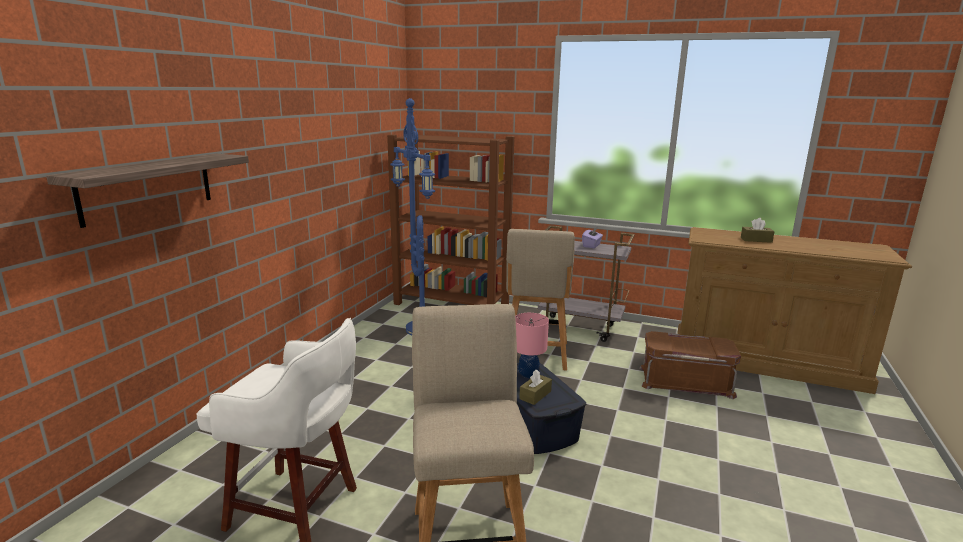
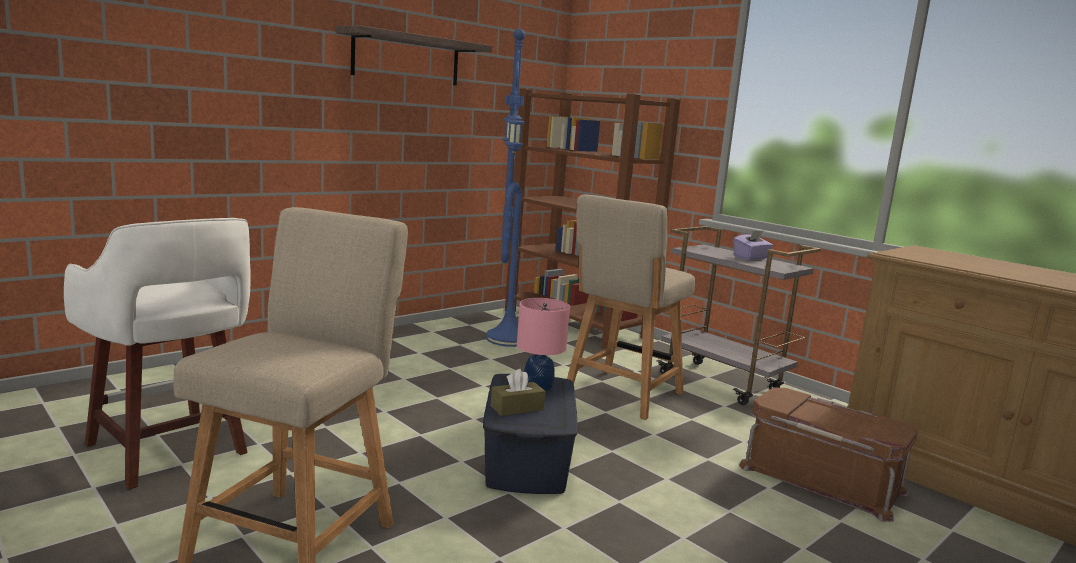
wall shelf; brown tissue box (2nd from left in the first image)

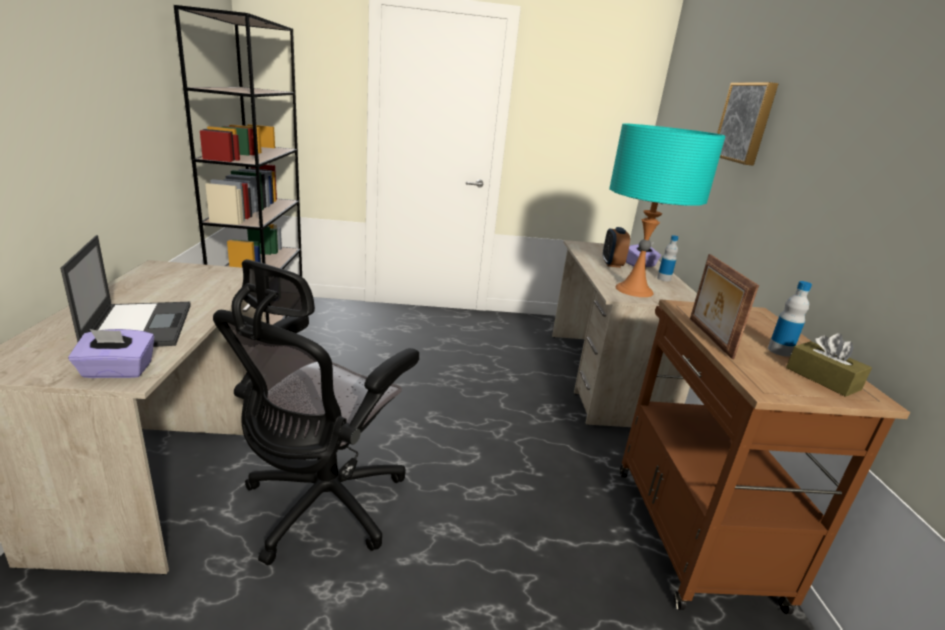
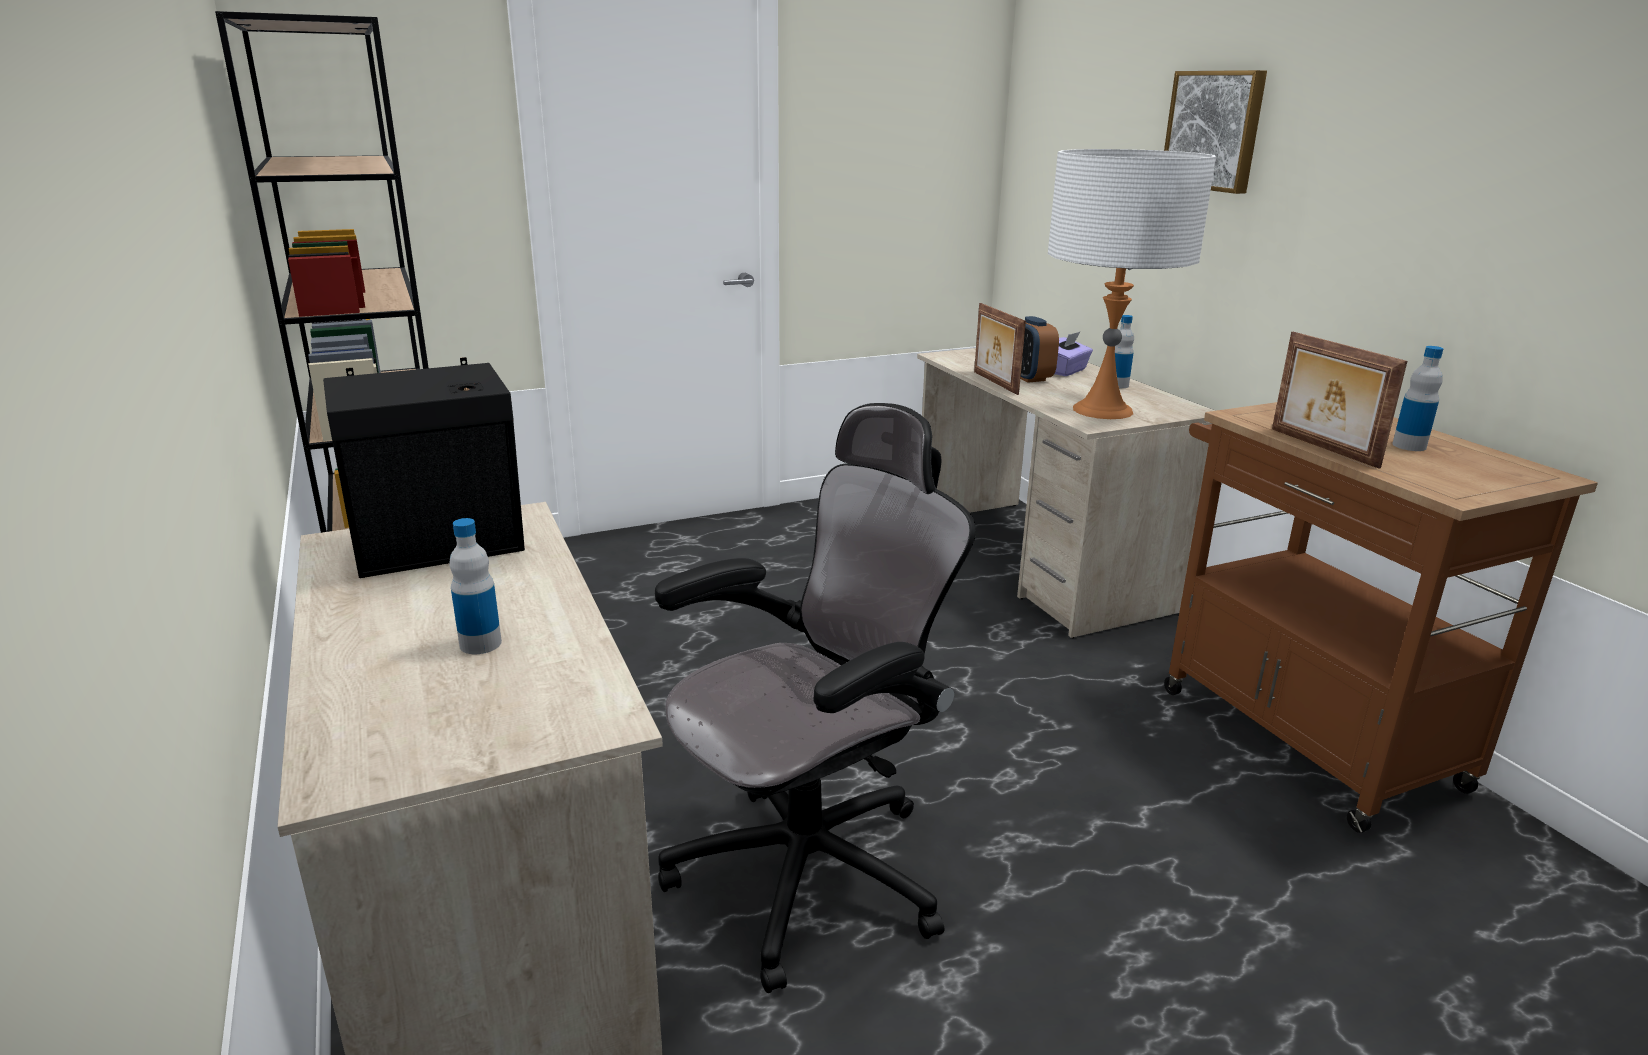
black-coloured audio speaker; bottle (1st from left); computer chair; standing frame (1st from left); white-coloured table lamp; purple-coloured tissue box (1st from left in the first image); brown tissue box

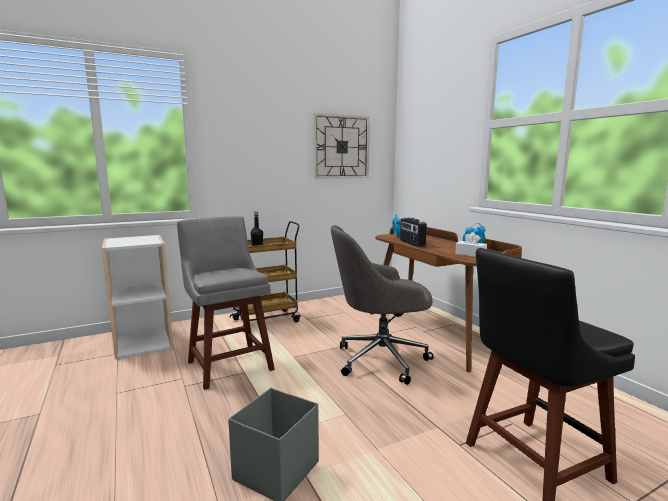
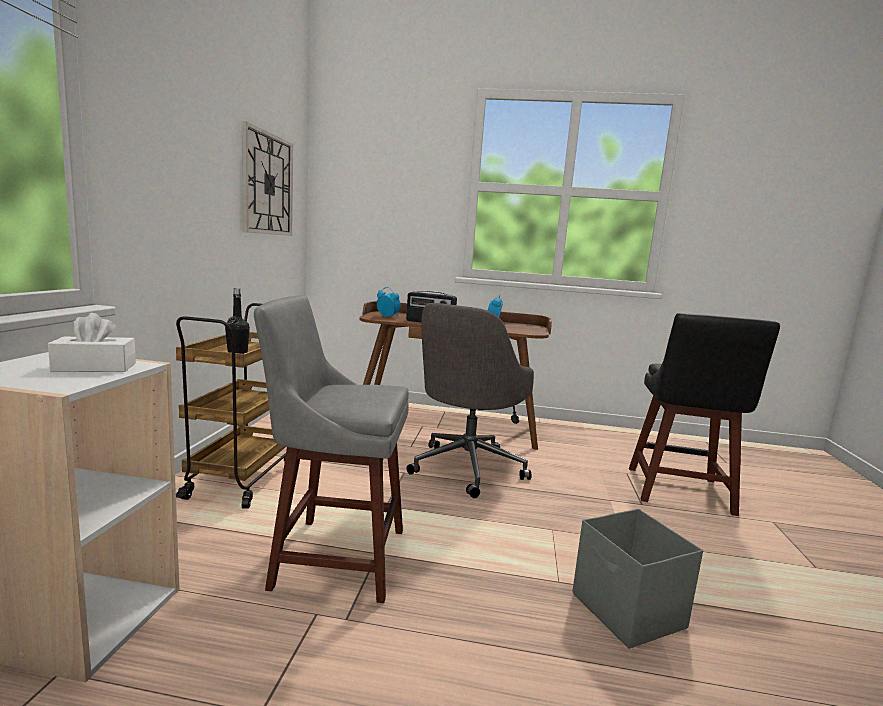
white-coloured tissue box

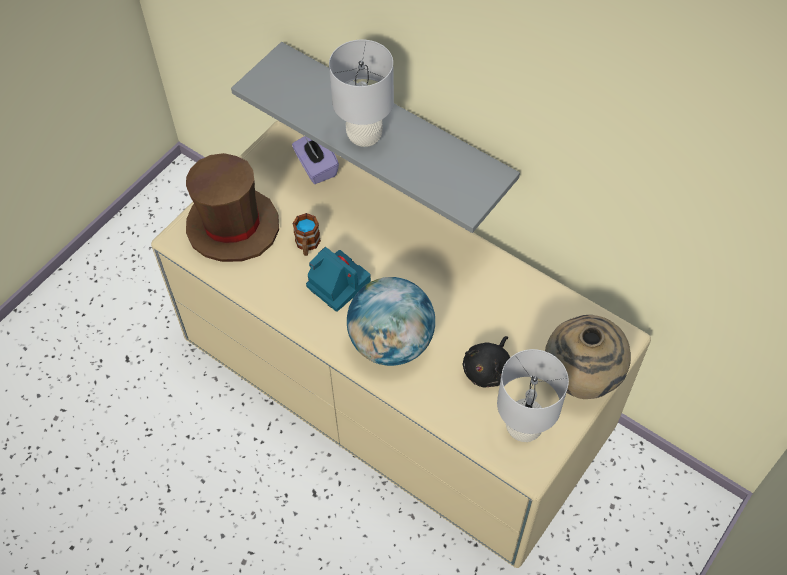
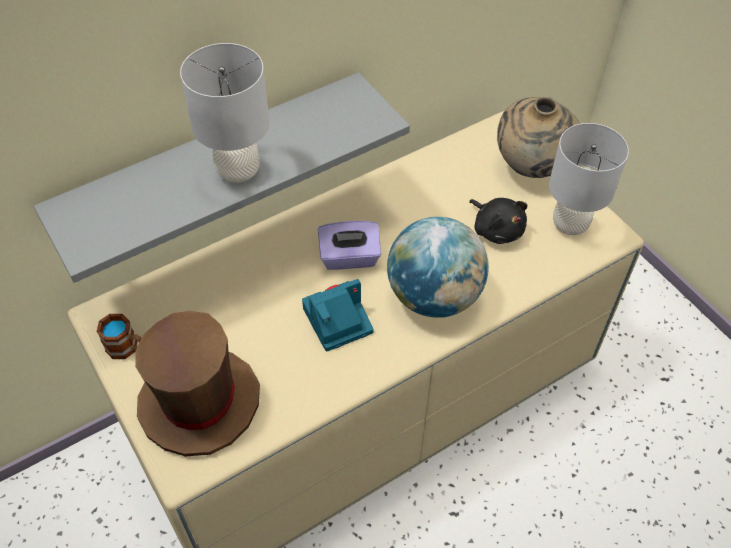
mug; purple-coloured tissue box

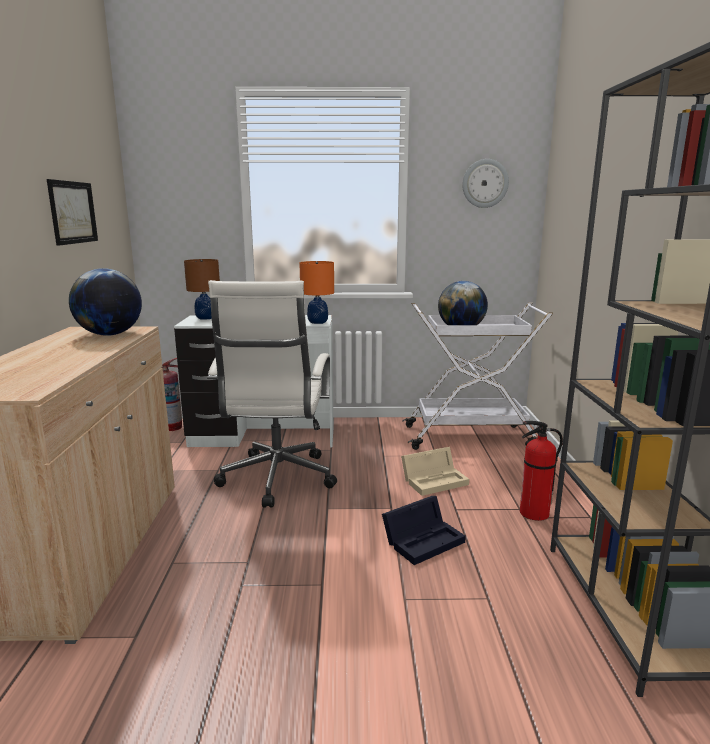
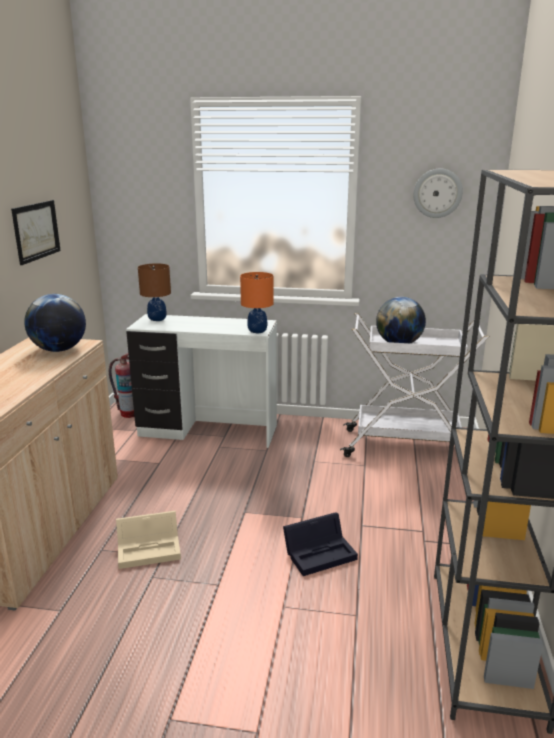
sand-coloured storage box; white-coloured computer chair; extinguisher (2nd from left in the first image)

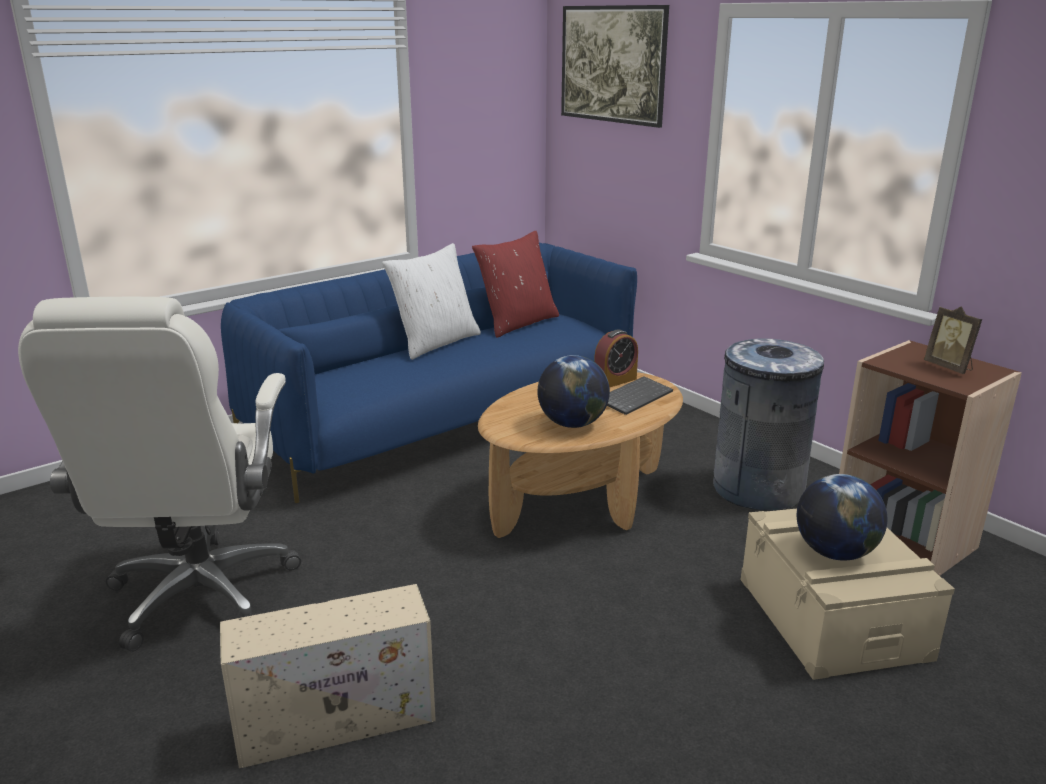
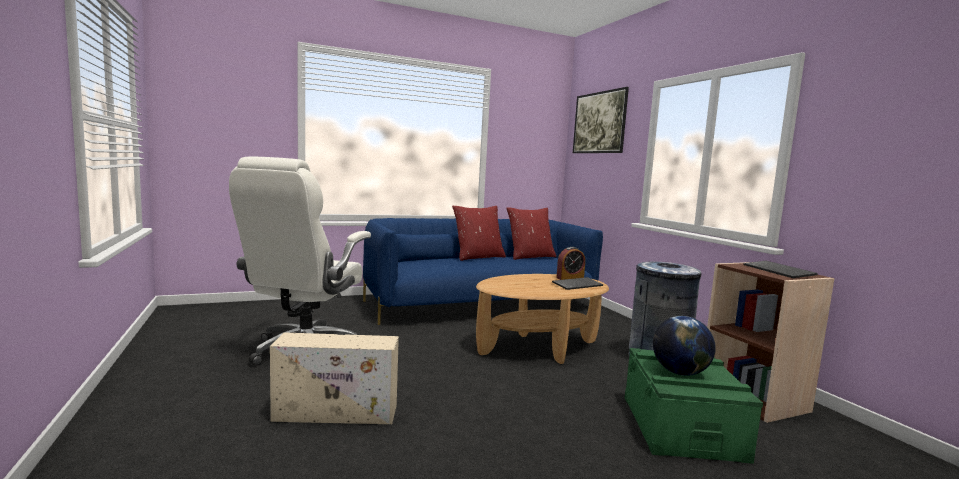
red throw pillow (1st from left); green-coloured storage box; keyboard (2nd from left); globe (1st from left in the first image)

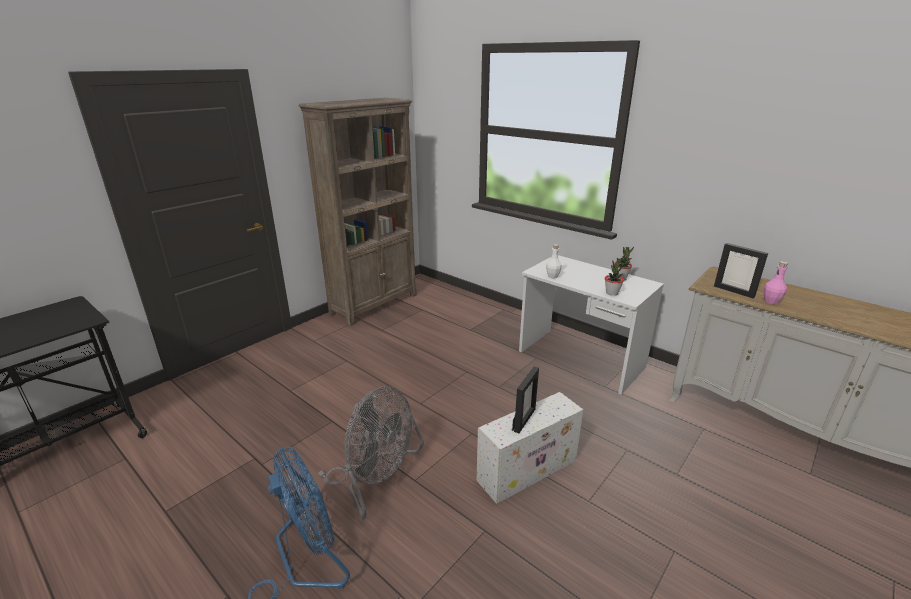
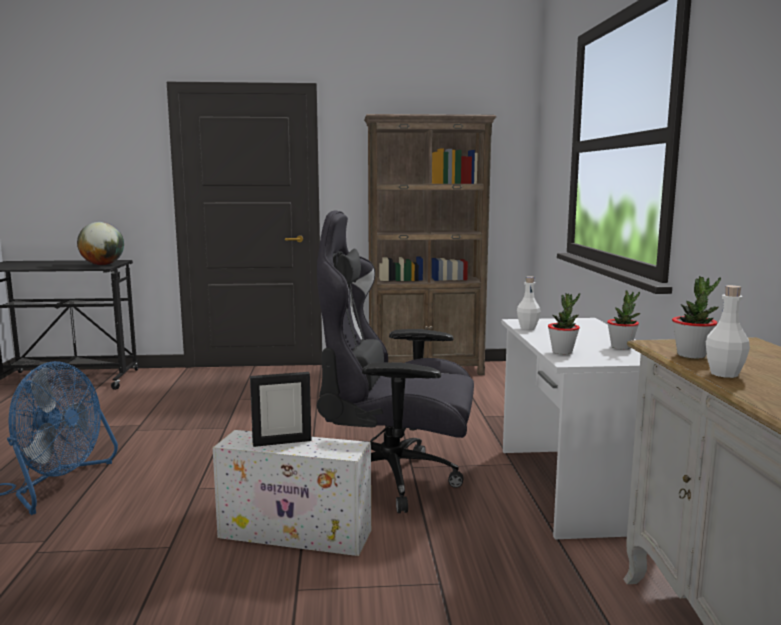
globe; black-coloured computer chair; potted plant (3rd from left); white-coloured bottle (2nd from left); grey electric fan

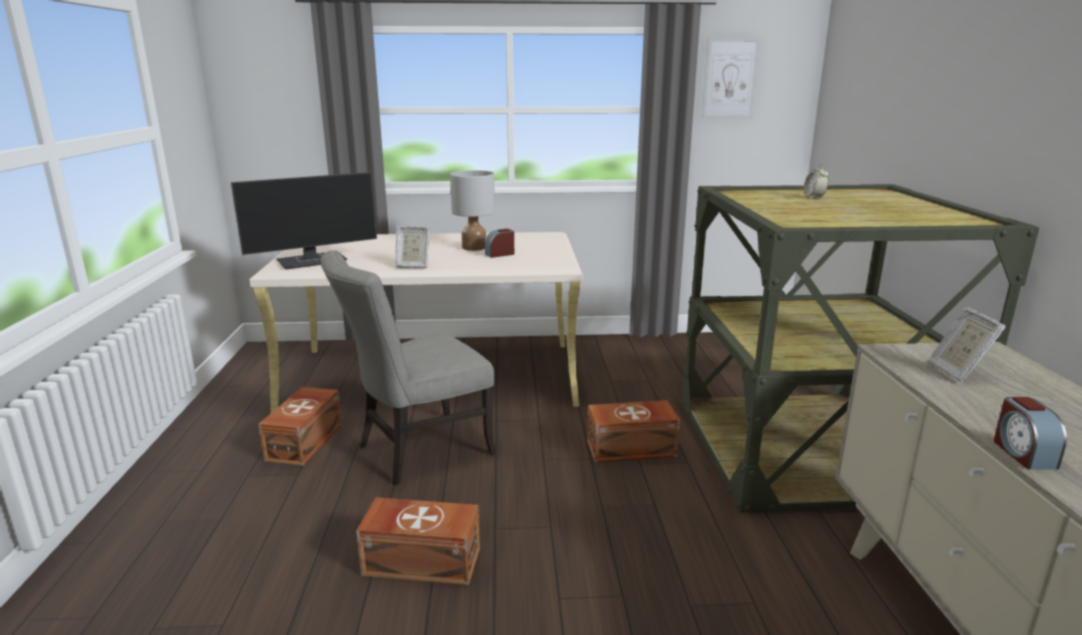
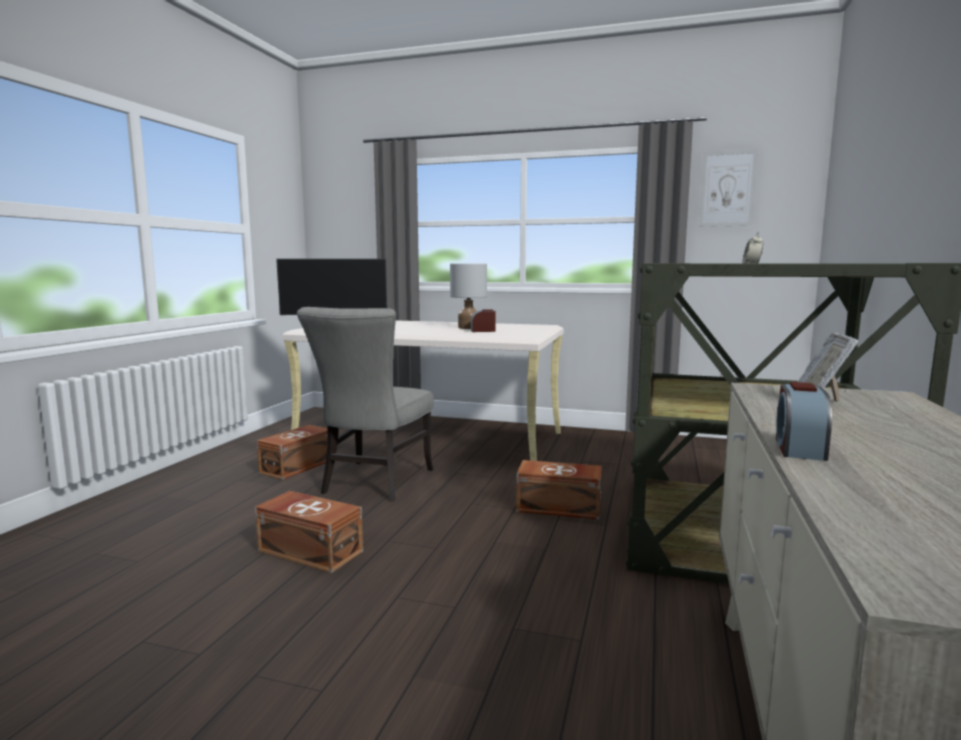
grey upright chair; standing frame (1st from left in the first image)

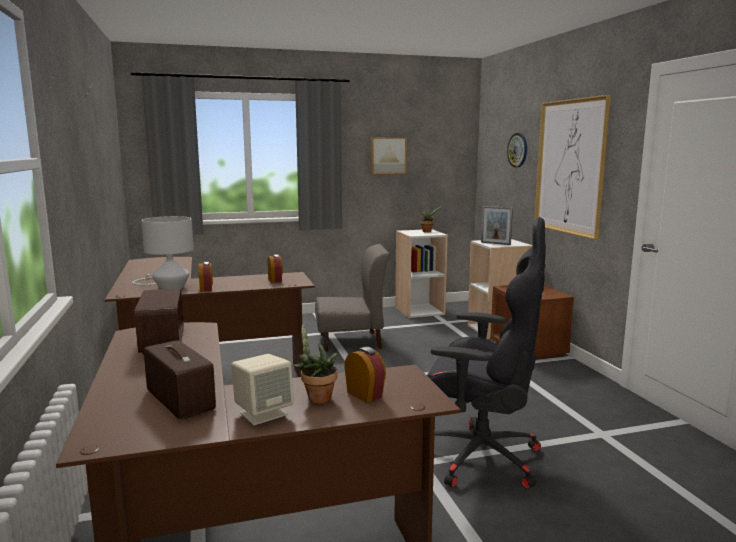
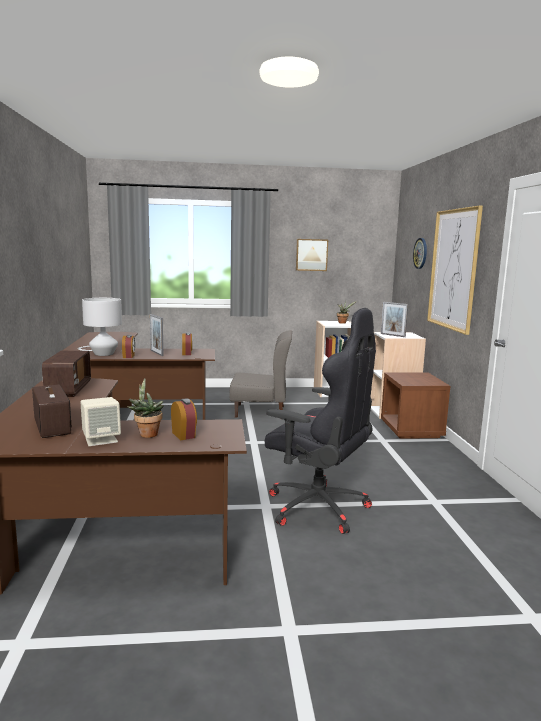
standing frame (1st from left)

